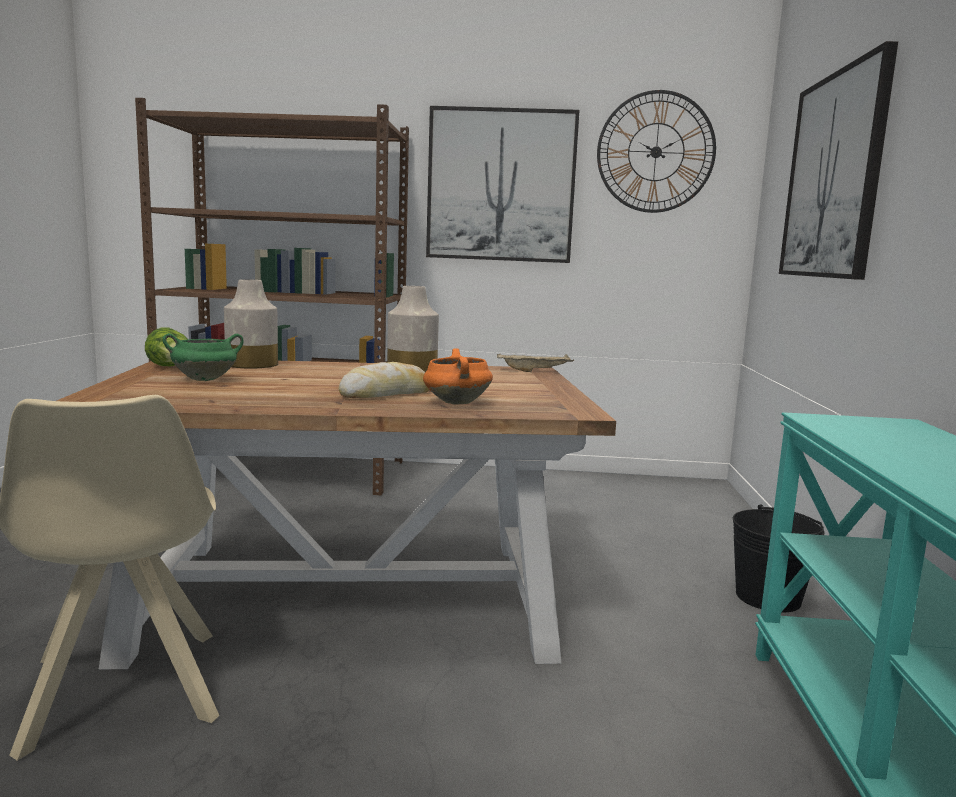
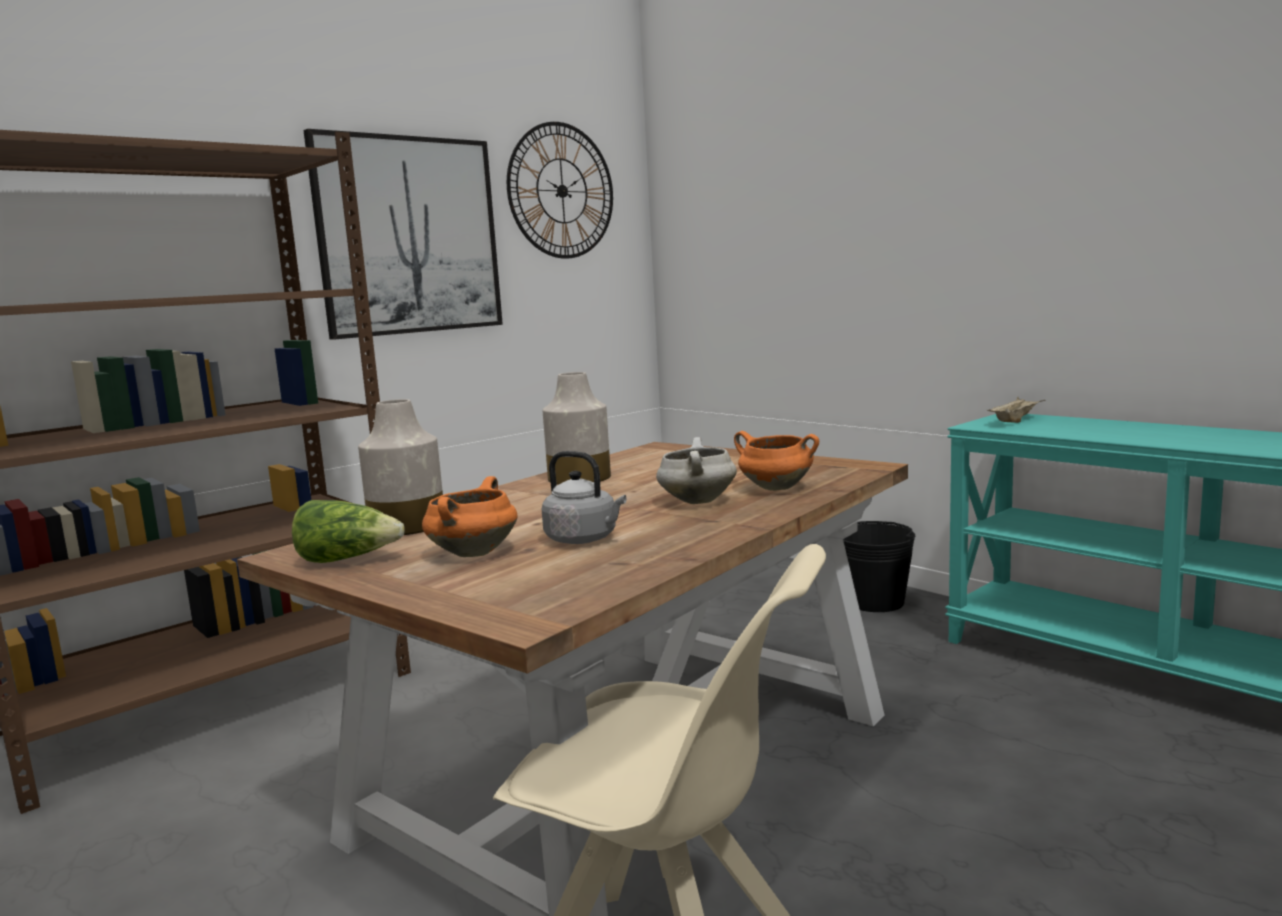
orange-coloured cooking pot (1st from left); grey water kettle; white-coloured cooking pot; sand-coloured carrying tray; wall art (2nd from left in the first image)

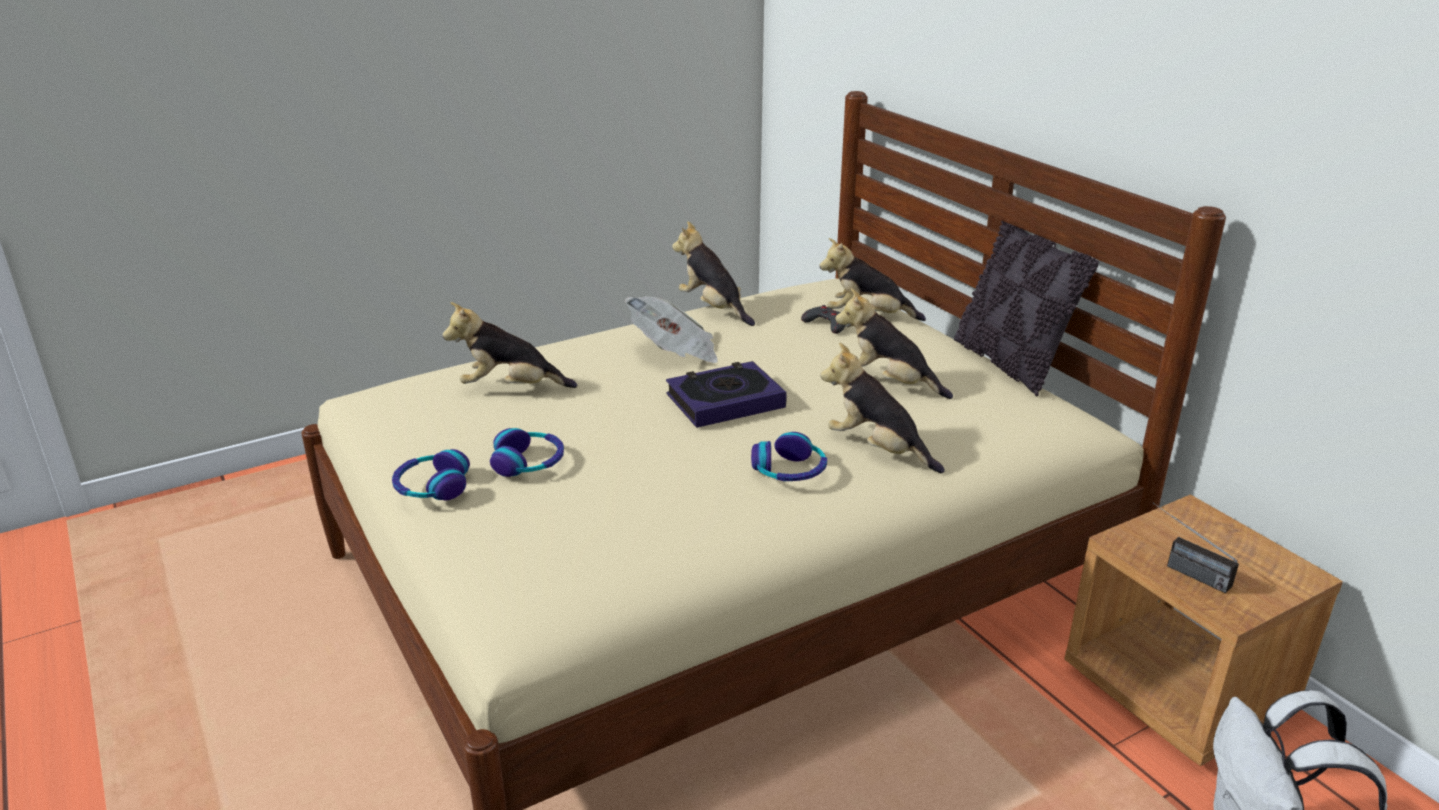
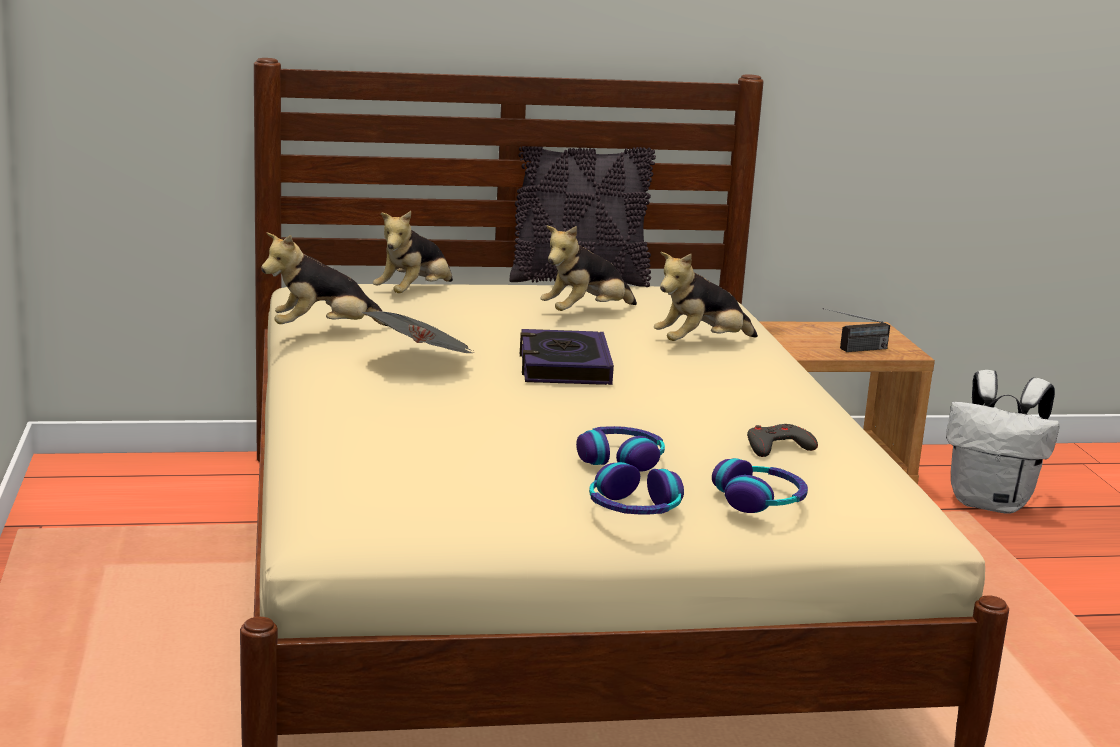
pair of headphones (3rd from left); grey game controller; soft toy (1st from left in the first image)

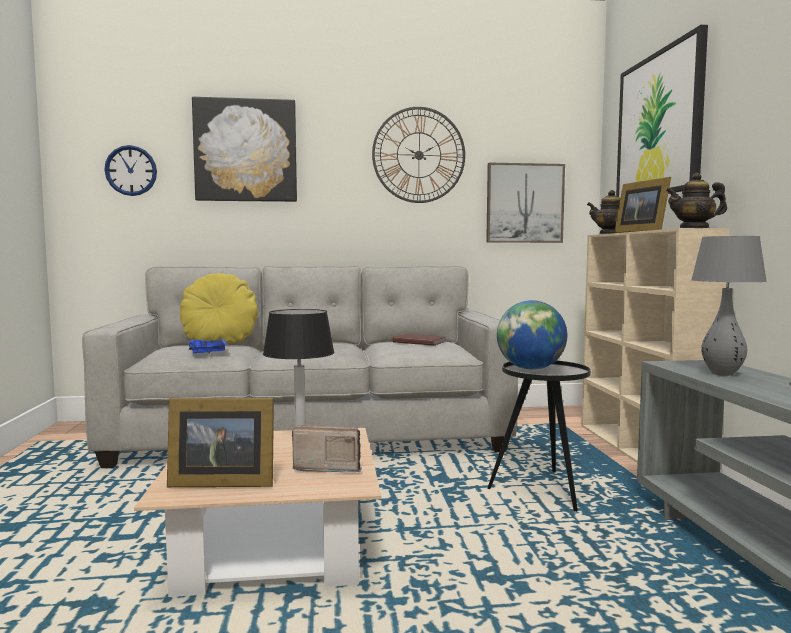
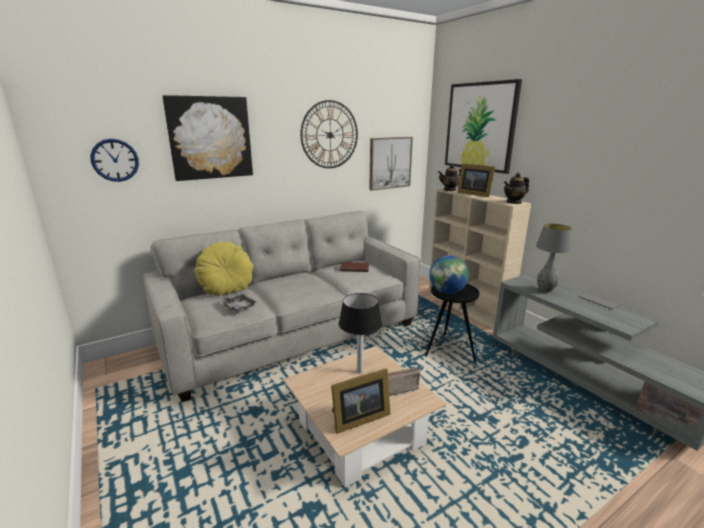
grey carrying tray

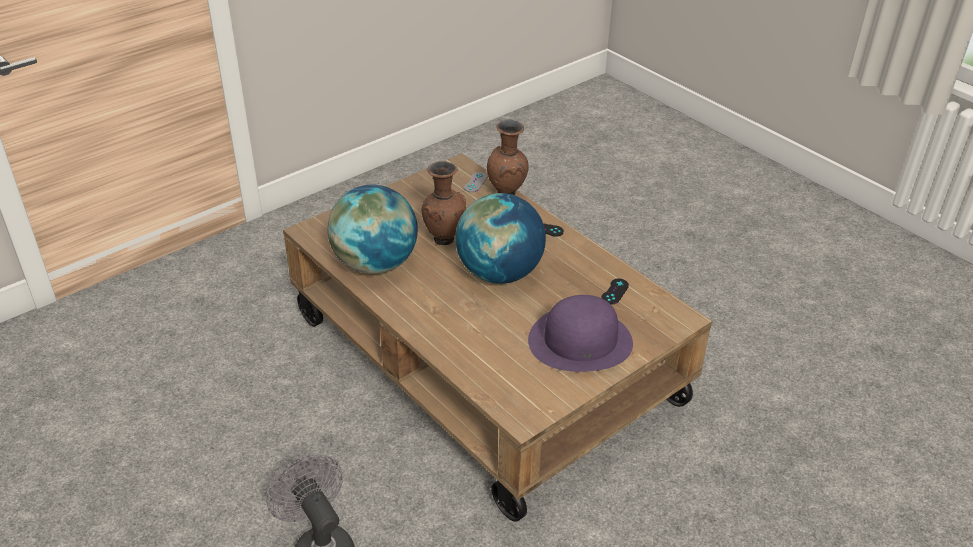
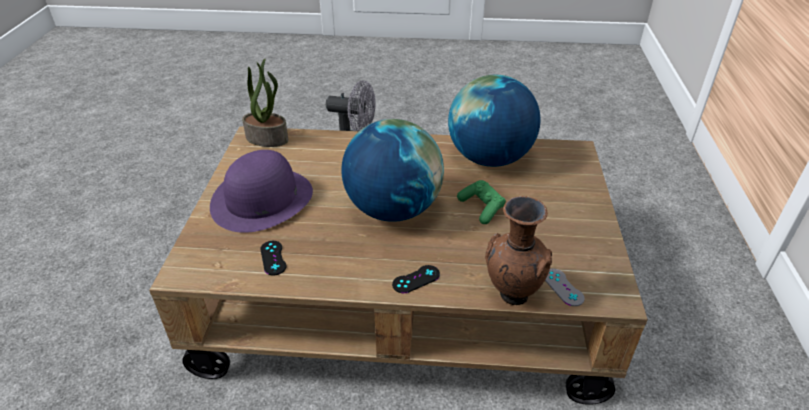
potted plant; green-coloured game controller

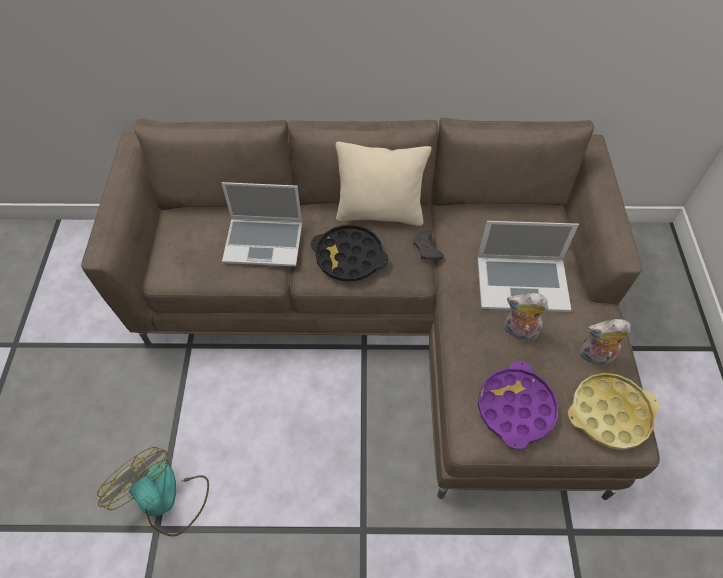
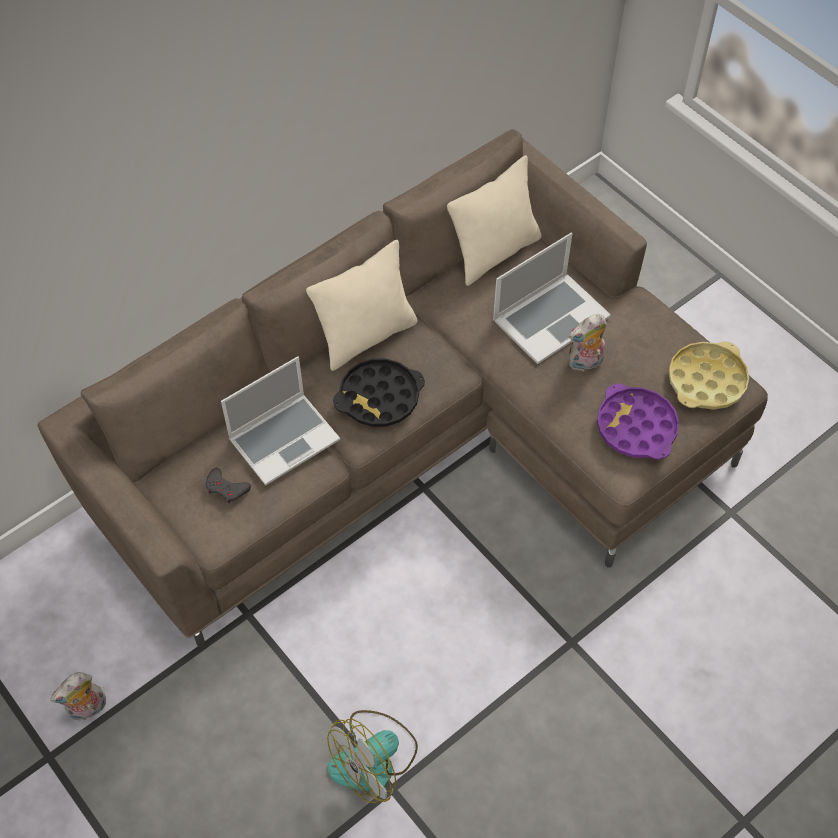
soft toy (1st from left); grey game controller; electric fan; sand-coloured throw pillow (2nd from left)

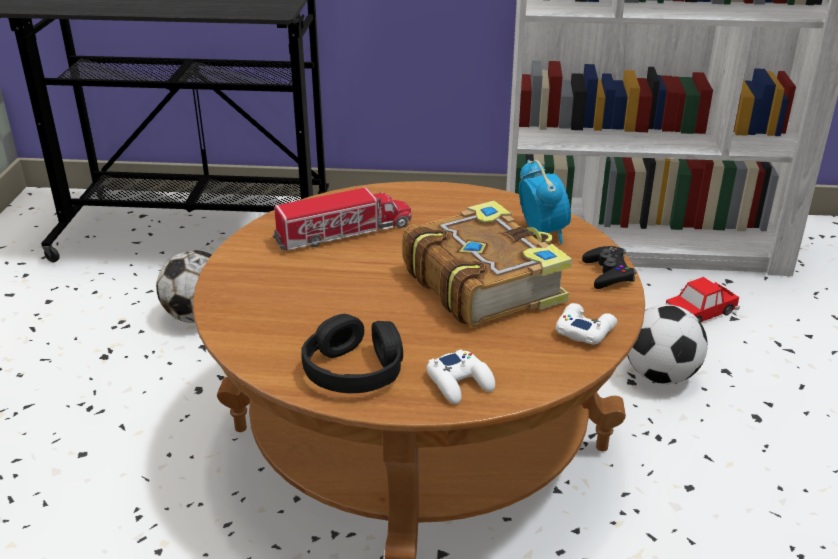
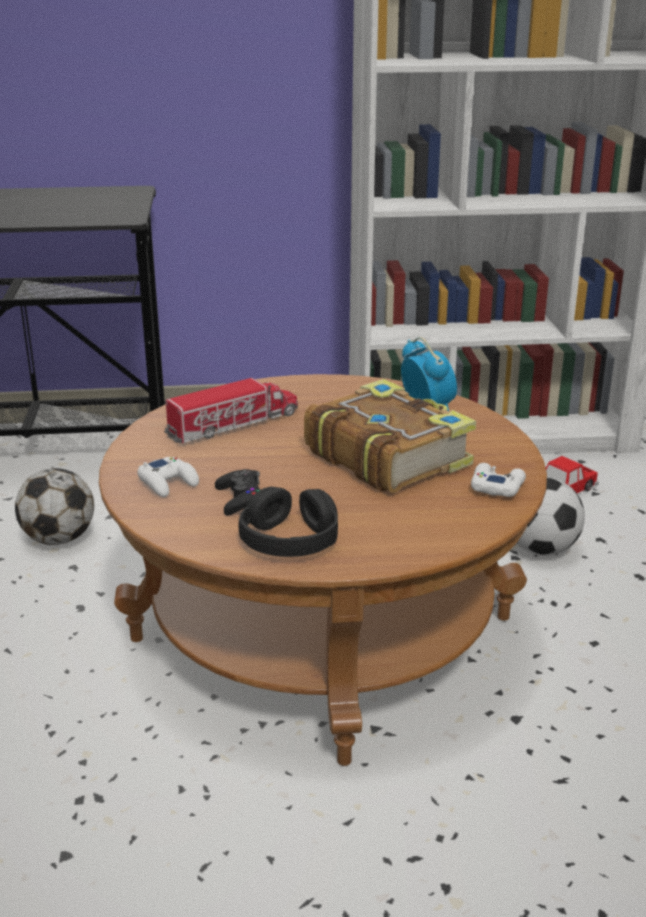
white-coloured game controller (1st from left); black-coloured game controller

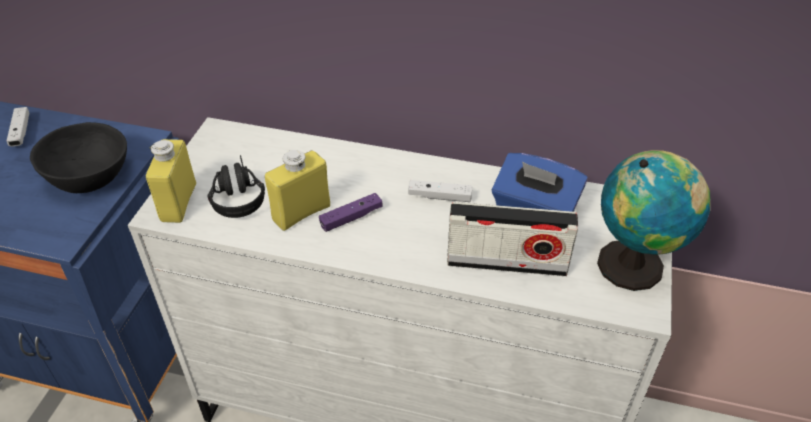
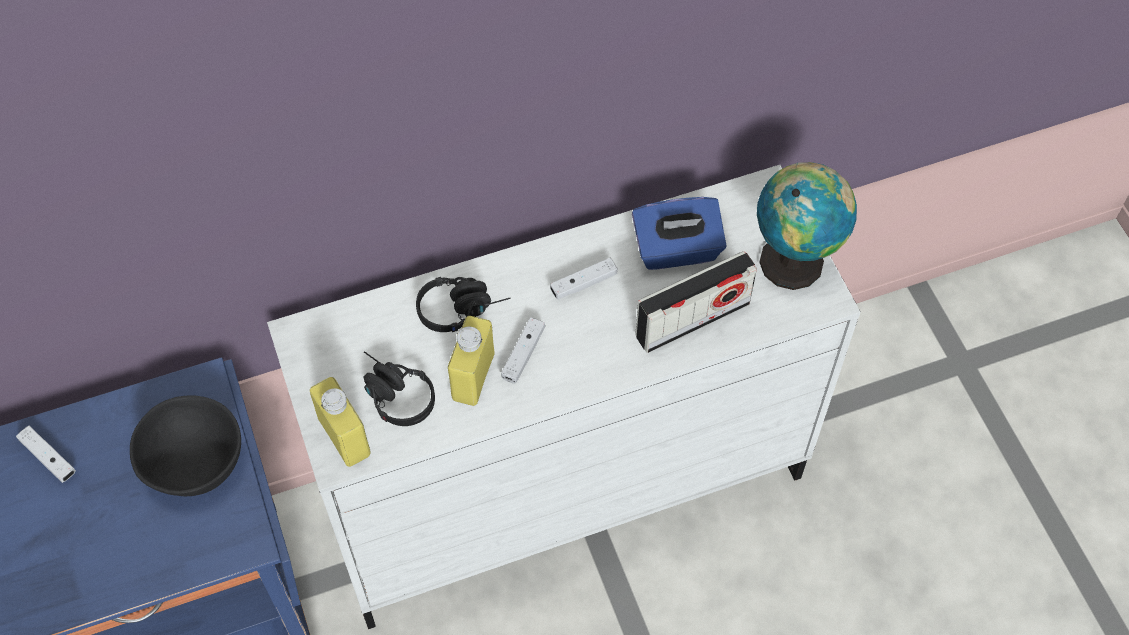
black-coloured pair of headphones (2nd from left); white-coloured game controller (2nd from left)

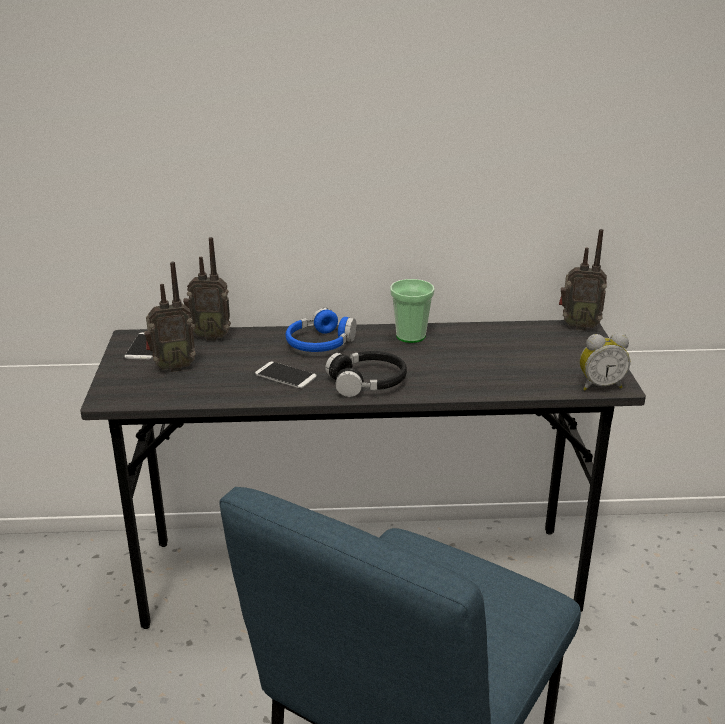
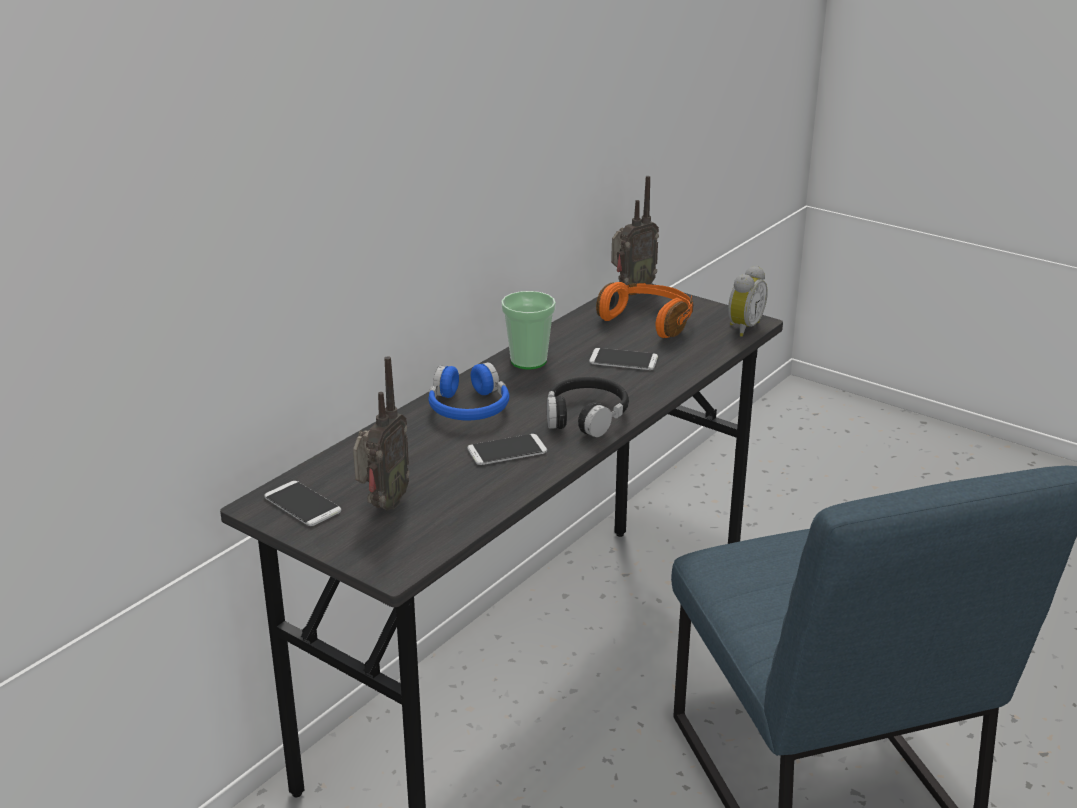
telephone (3rd from left); orange-coloured pair of headphones; radio receiver (2nd from left in the first image)

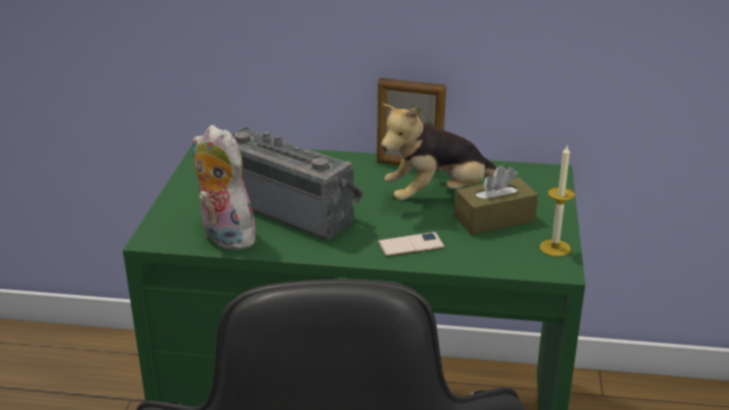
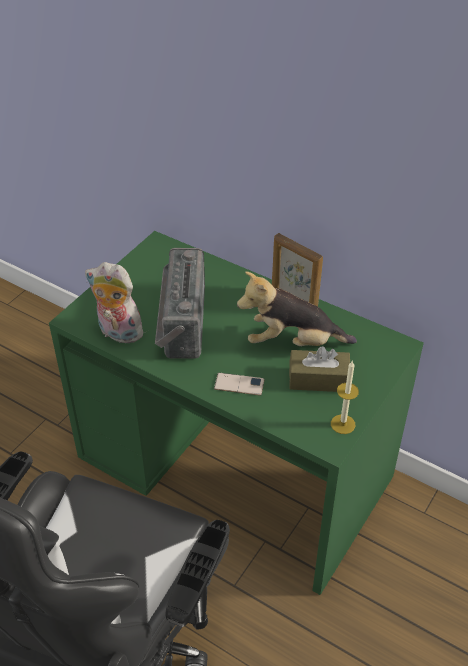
soft toy (1st from left); radio receiver

